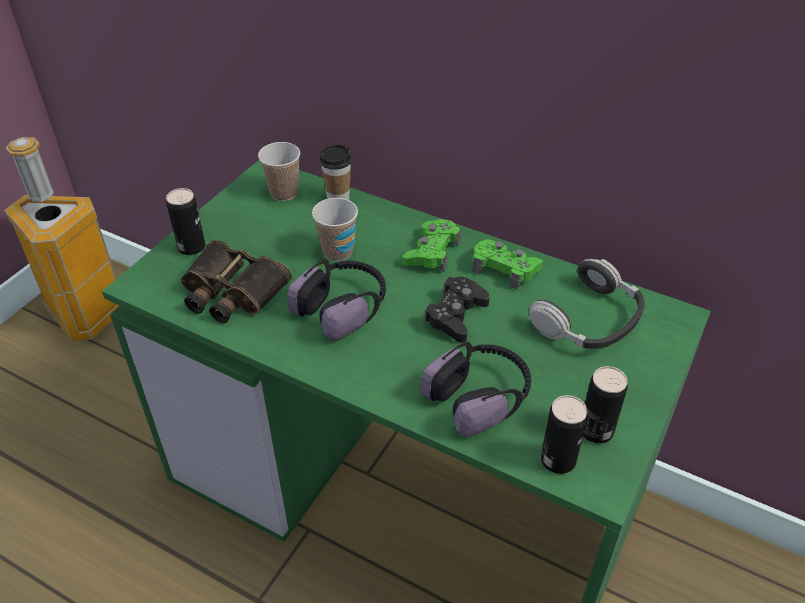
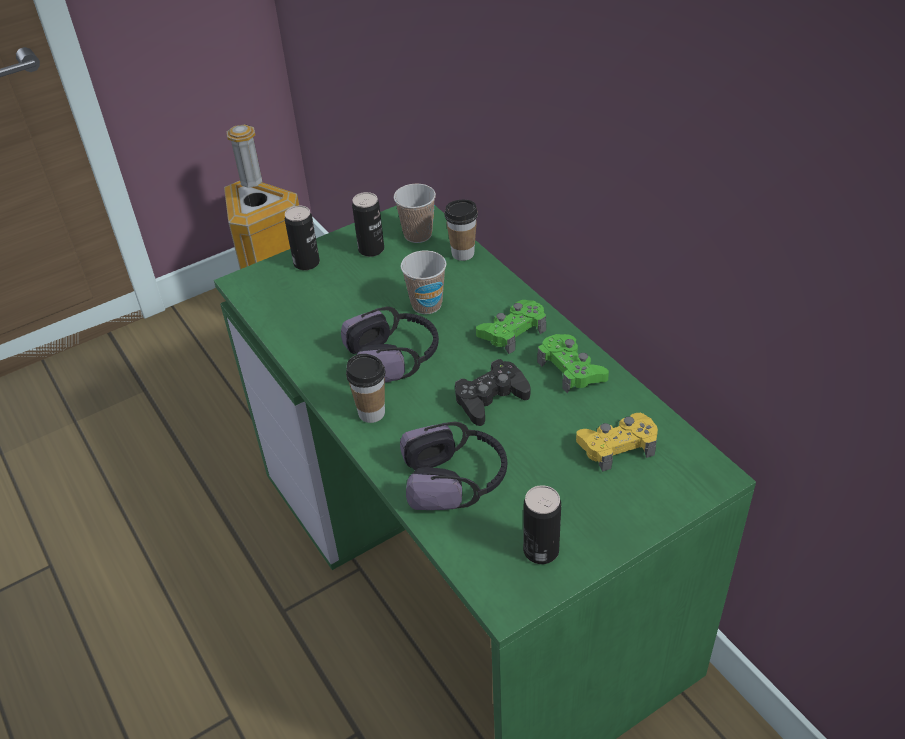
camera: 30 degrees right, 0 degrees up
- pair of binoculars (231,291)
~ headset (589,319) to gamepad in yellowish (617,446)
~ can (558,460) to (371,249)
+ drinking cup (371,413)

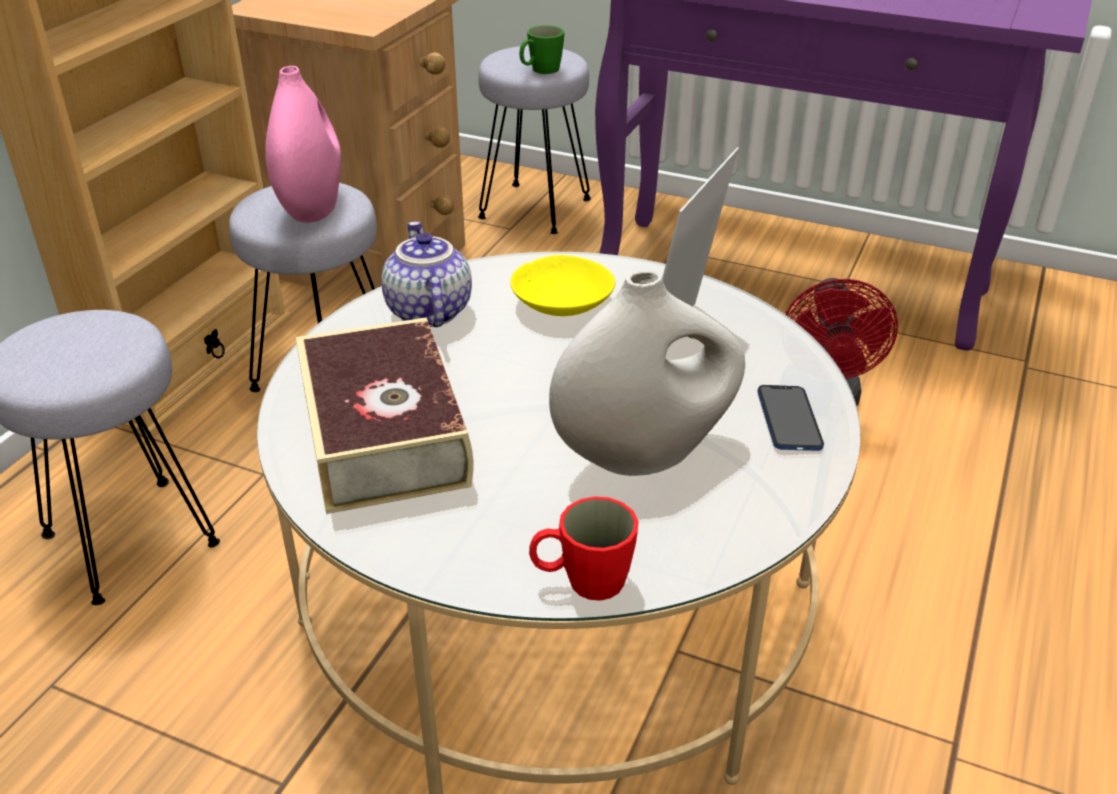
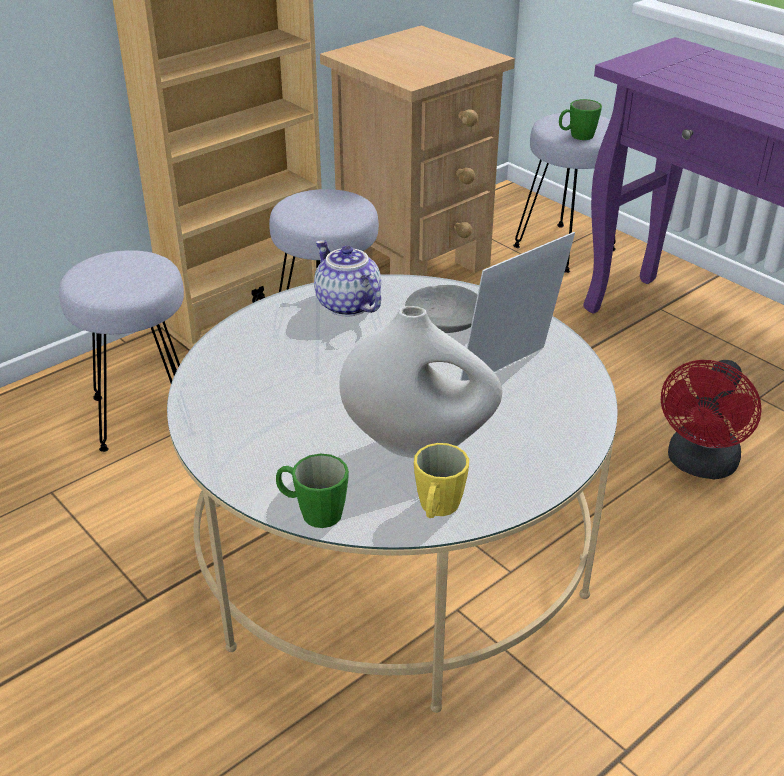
camera: 25 degrees right, 0 degrees up
- vase in pink-coloured (312,208)
- volume (384,434)
~ teapot (426,312) = (346,305) 45 degrees counterclockwise
~ serving bowl in yellowish (562,302) to serving bowl in grey (445,322)
~ mug in reddish (582,581) to mug in greenish (312,511)
- phone (789,420)
+ mug in yellowish (437,509)

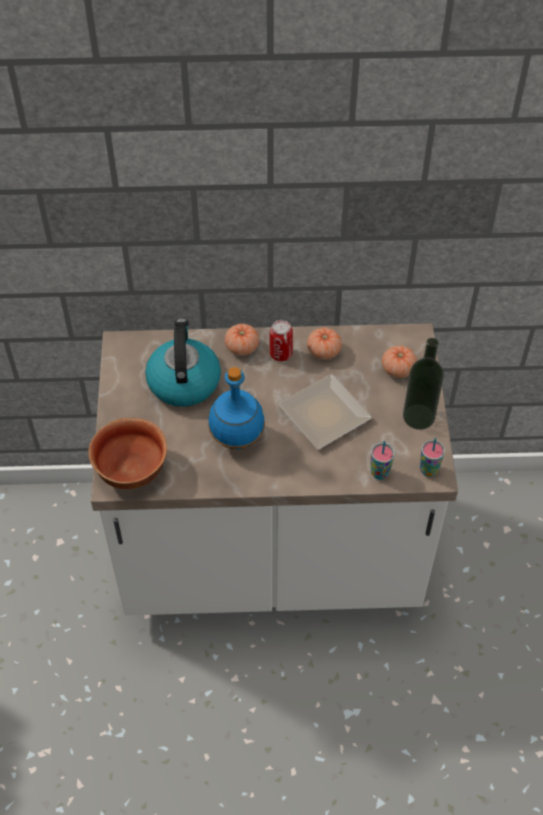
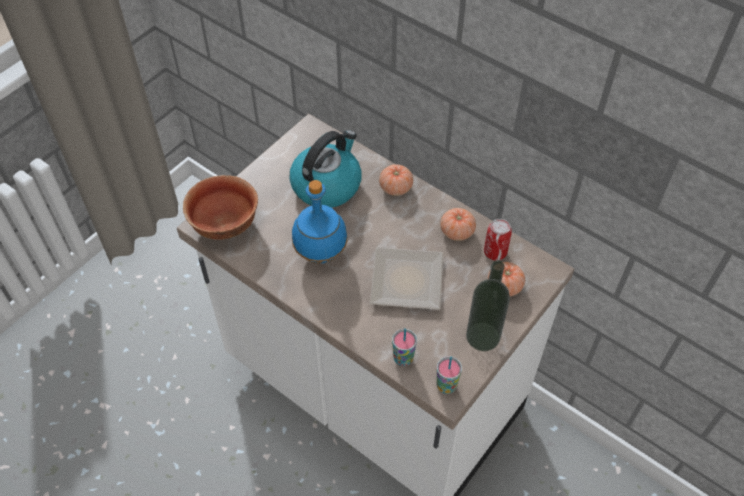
camera: 40 degrees right, 0 degrees up
~ can (281,353) to (495,252)

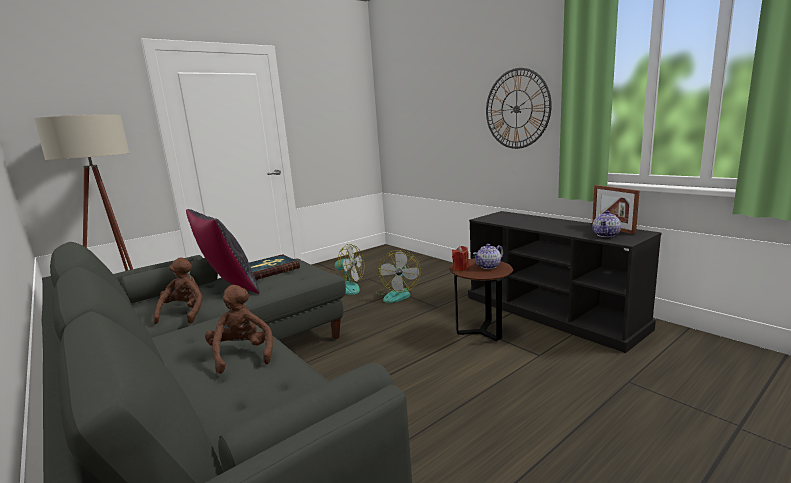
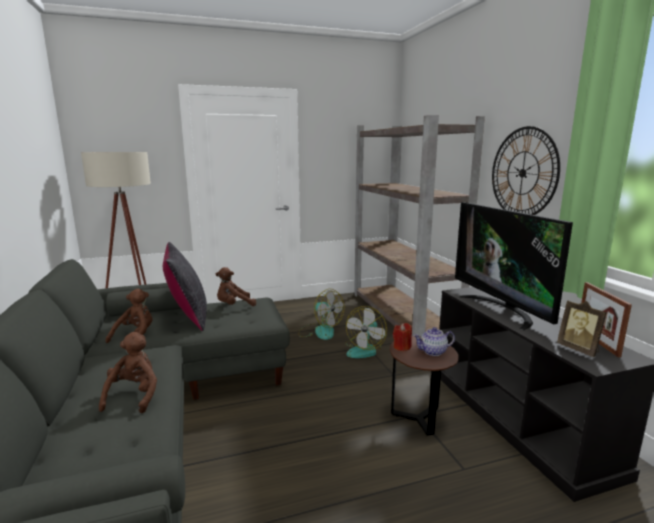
camera: 20 degrees right, 0 degrees up
~ volume (269,269) to soft toy in brownish (234,305)
~ teapot (606,235) to standing frame (579,349)
+ bookshelf in brownish (401,315)
+ TV (502,310)

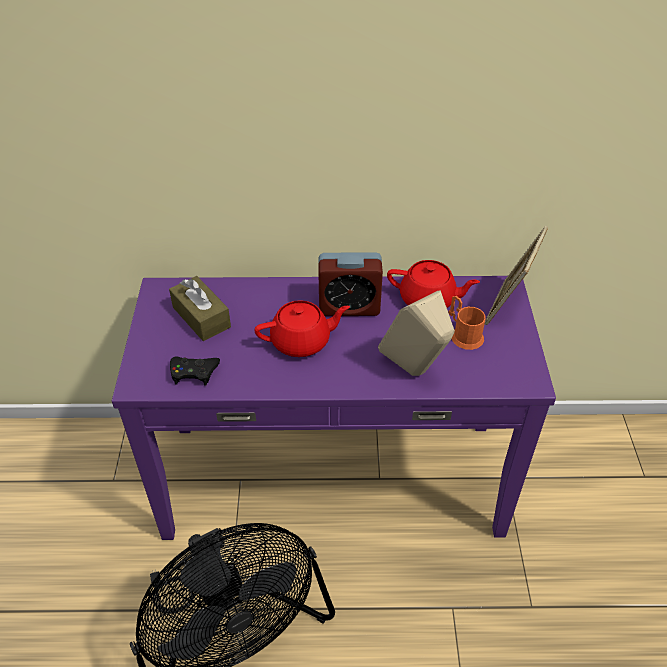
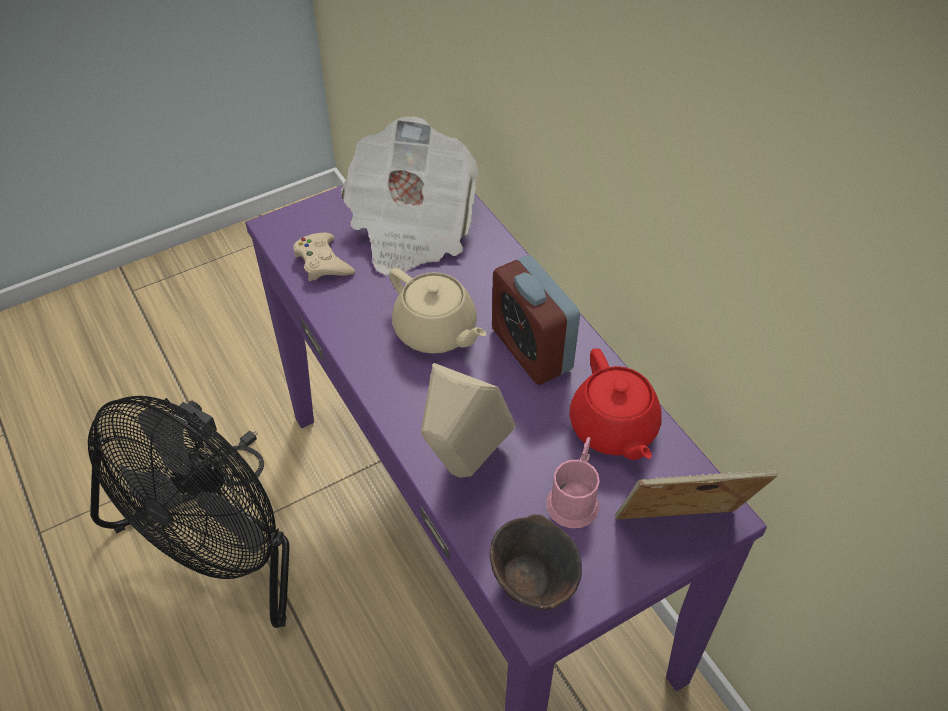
camera: 60 degrees right, 5 degrees up
~ tissue holder in brownish (201,317) to daily paper (410,226)
~ gamepad in black-coloured (193,372) to gamepad in sand-coloured (323,262)
~ teapot in reddish (302,341) to teapot in sand-coloured (436,331)
~ mug in orangey (463,334) to mug in pink-coloured (575,497)
+ serving bowl in brownish (532,580)

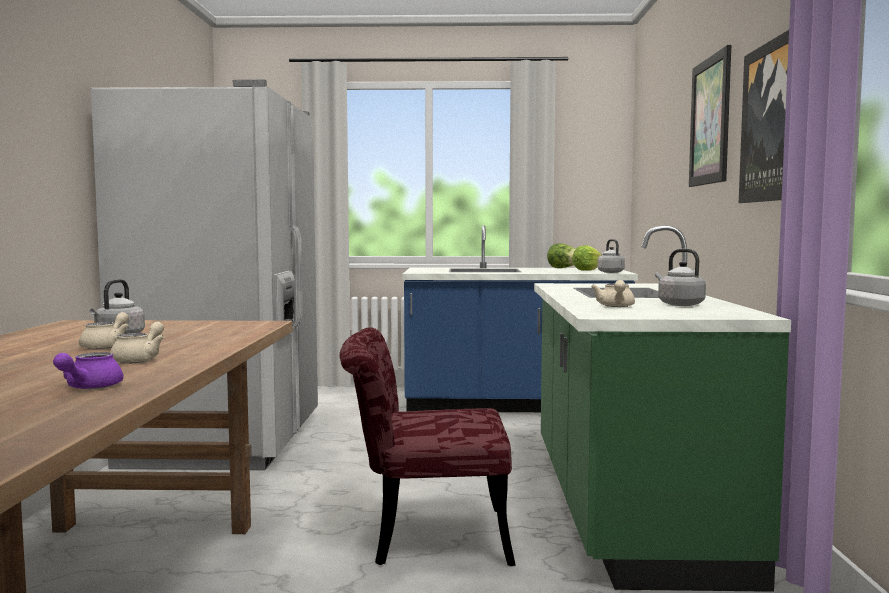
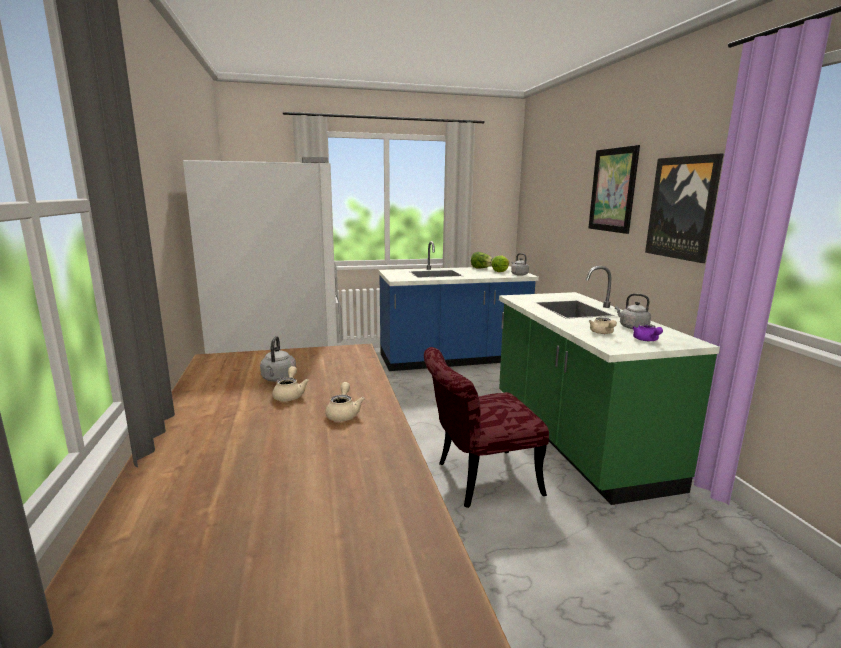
camera: 15 degrees left, 10 degrees up
~ teapot in purple-coloured (88,387) to (646,340)

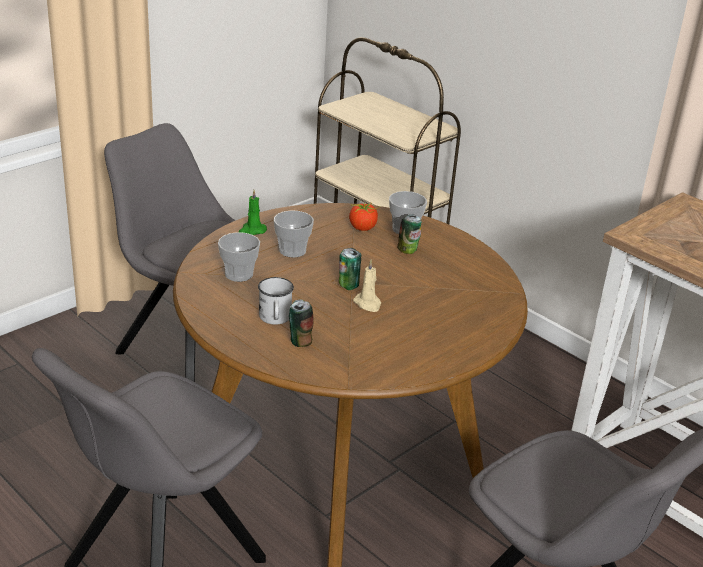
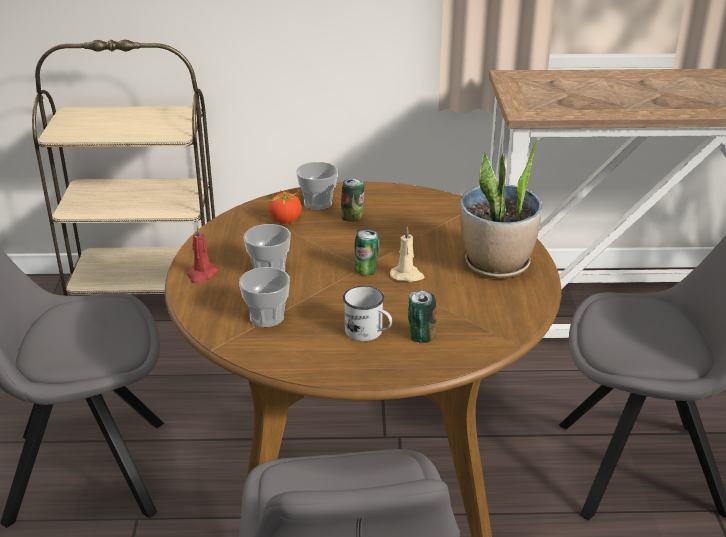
camera: 45 degrees left, 0 degrees up
~ wax light in greenish (252,230) to wax light in reddish (202,275)
+ houseplant (496,265)

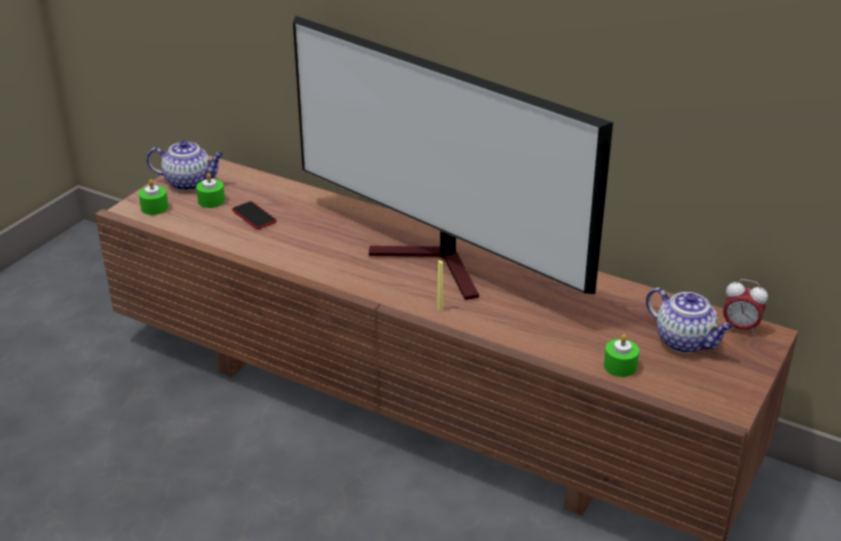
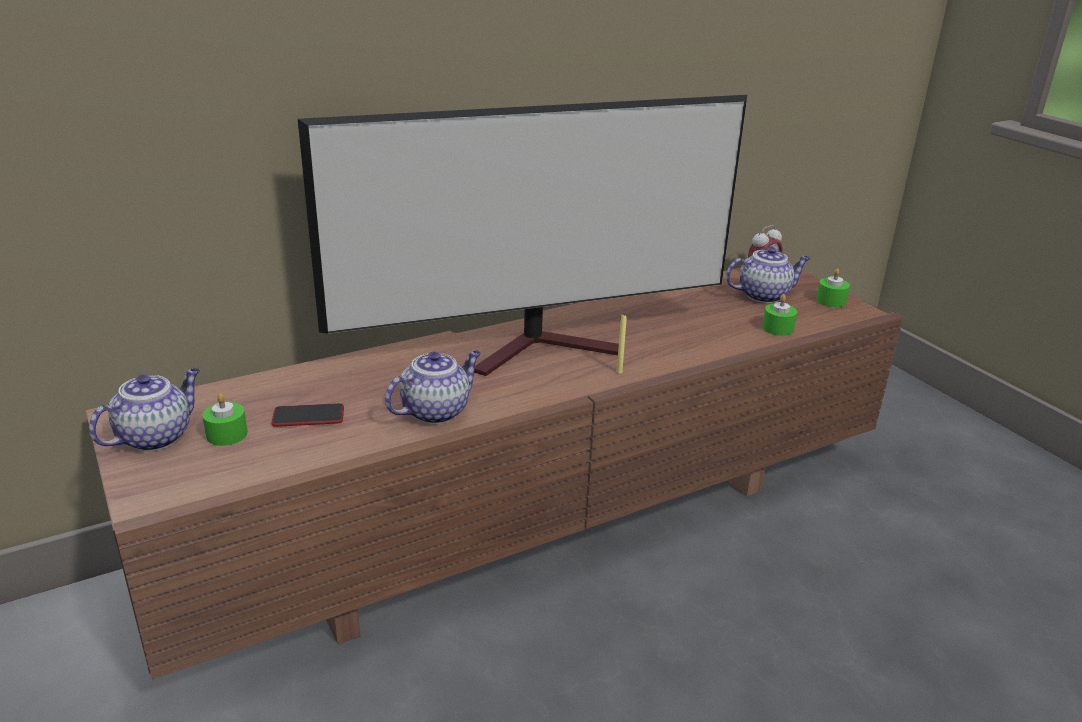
camera: 60 degrees left, 5 degrees down
~ wax light in greenish (154,207) to (831,301)
+ teapot (436,411)

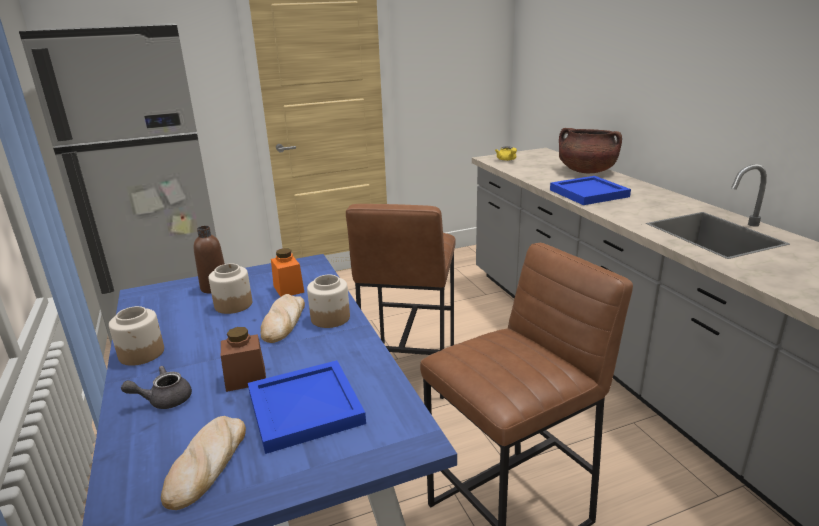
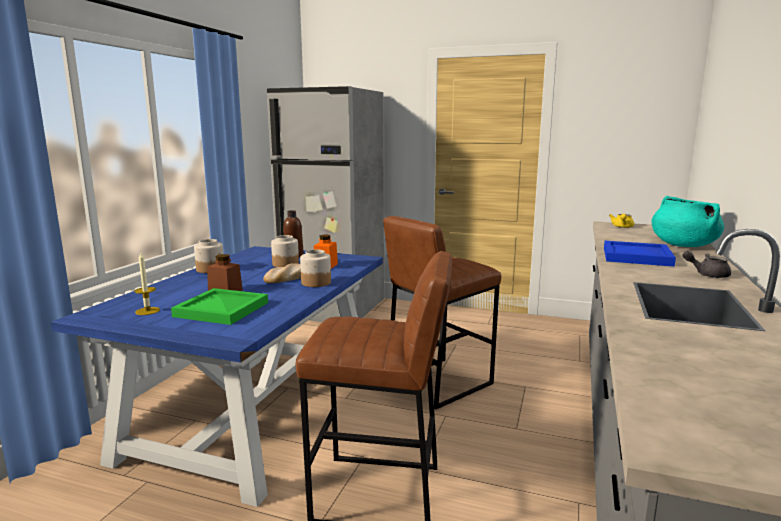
camera: 40 degrees right, 10 degrees down
~ teapot in grey (164,400) to (707,274)
~ baked bread (207,464) to wax light (147,311)
~ carrying tray in blue-coloured (304,409) to carrying tray in greenish (220,309)
~ saucepot in brownish (586,171) to saucepot in turquoise (683,245)

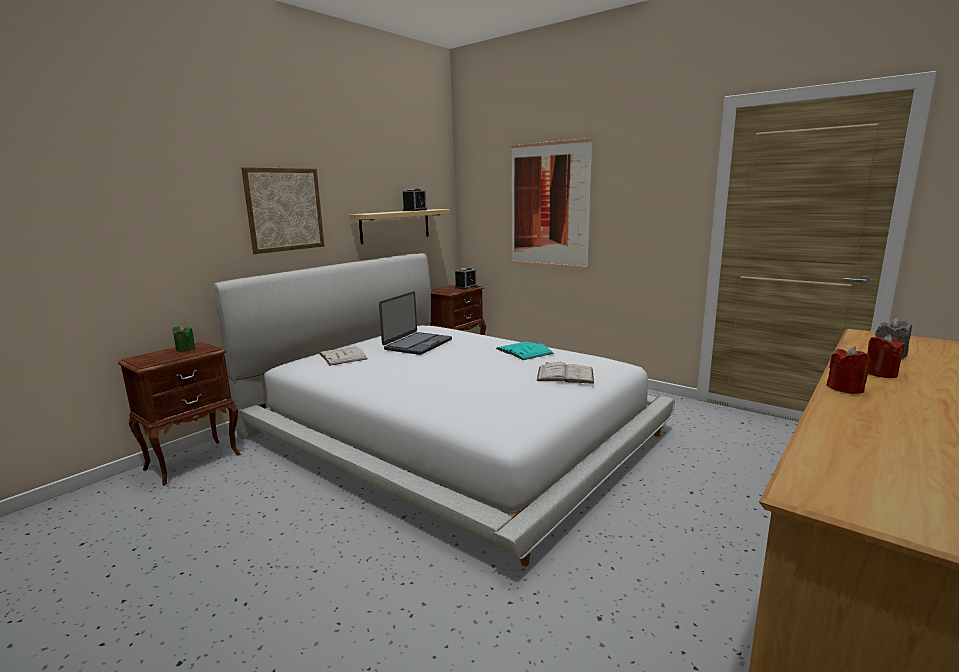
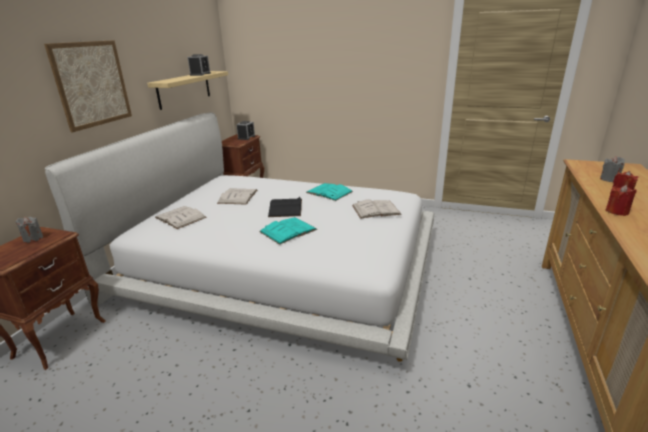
camera: 20 degrees left, 10 degrees up
~ wax light in greenish (185,349) to wax light in grey (33,238)
~ notebook computer (417,344) to volume in white (238,196)
- wall picture (549,205)
+ volume in turquoise (288,230)
+ volume in black-coloured (285,208)

